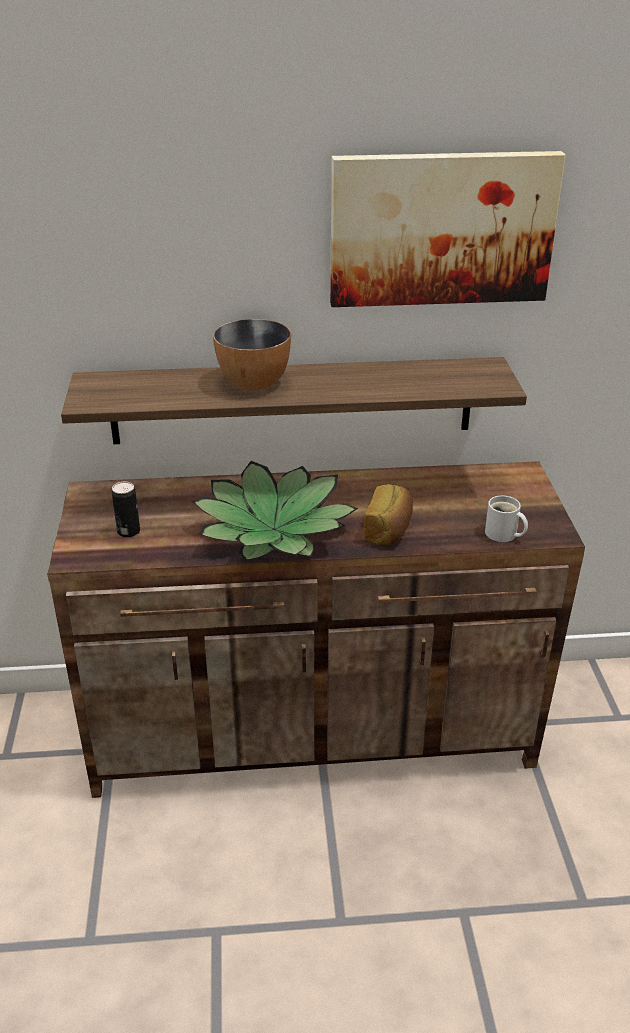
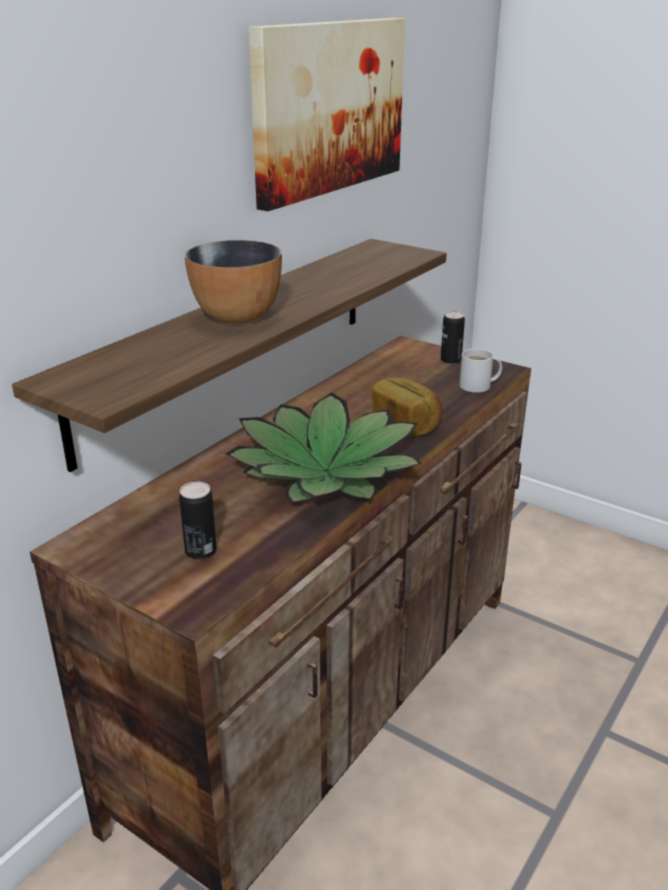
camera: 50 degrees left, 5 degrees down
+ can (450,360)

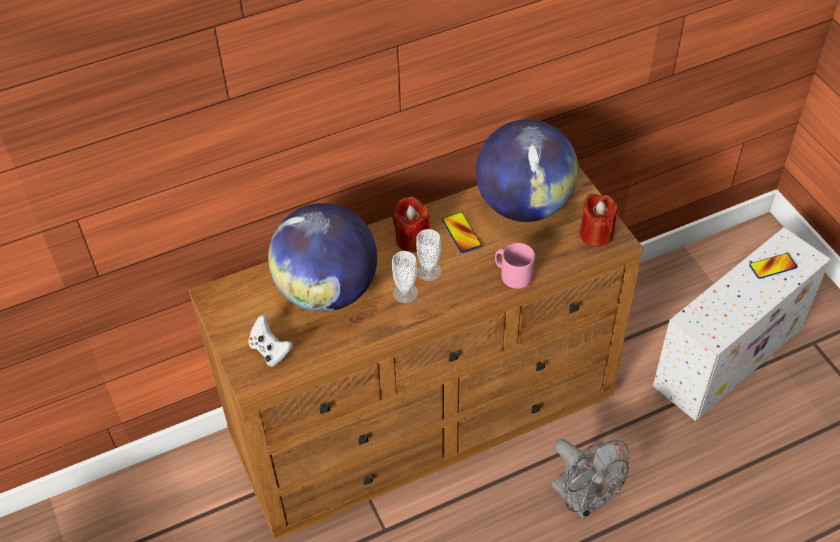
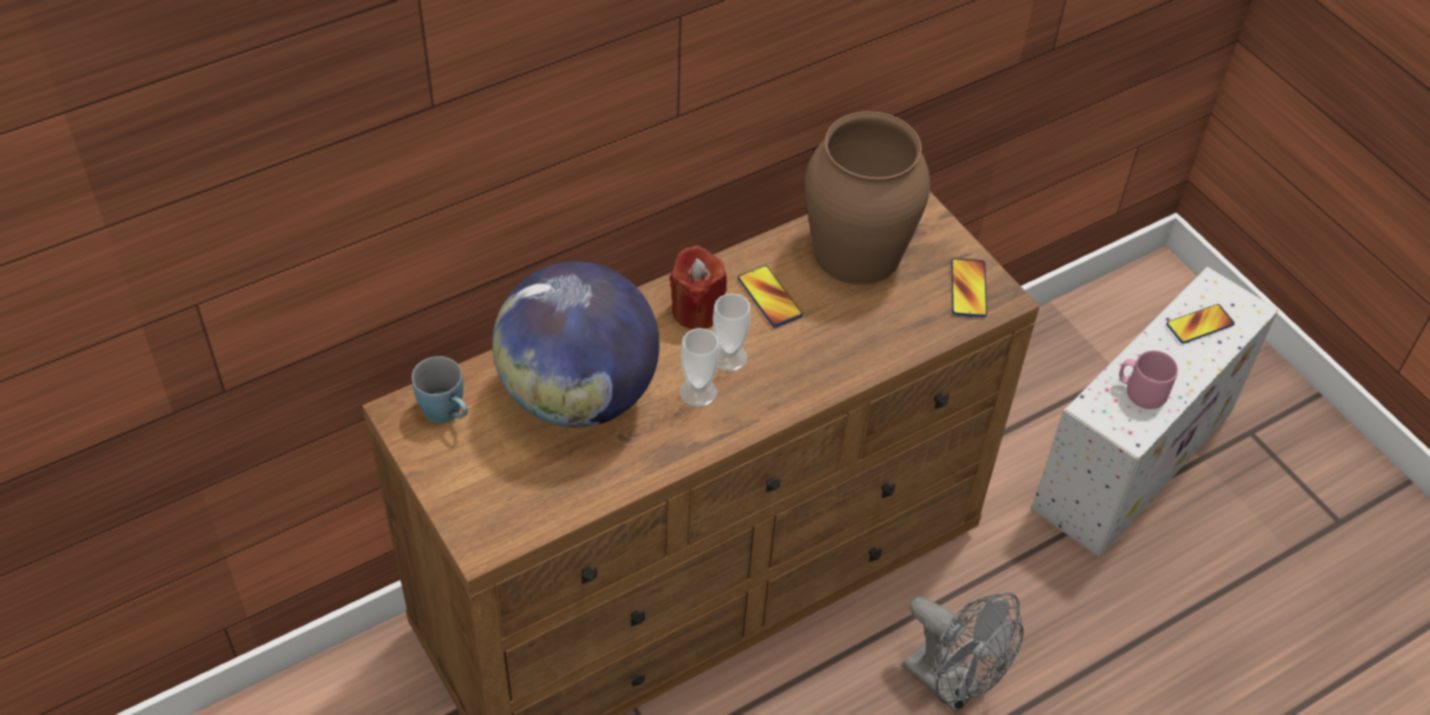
camera: 10 degrees left, 0 degrees up
- gamepad in white (270,351)
~ desk globe (524,205) to vase in brownish (856,251)
~ mug in pink-coloured (513,275) to (1141,391)
~ wax light in reddish (596,234) to phone (968,289)
+ mug in blue-coloured (448,414)

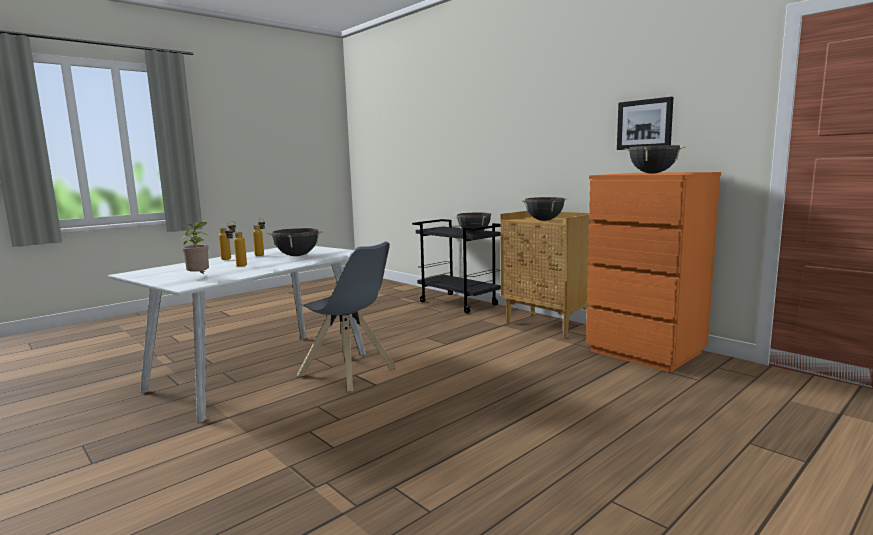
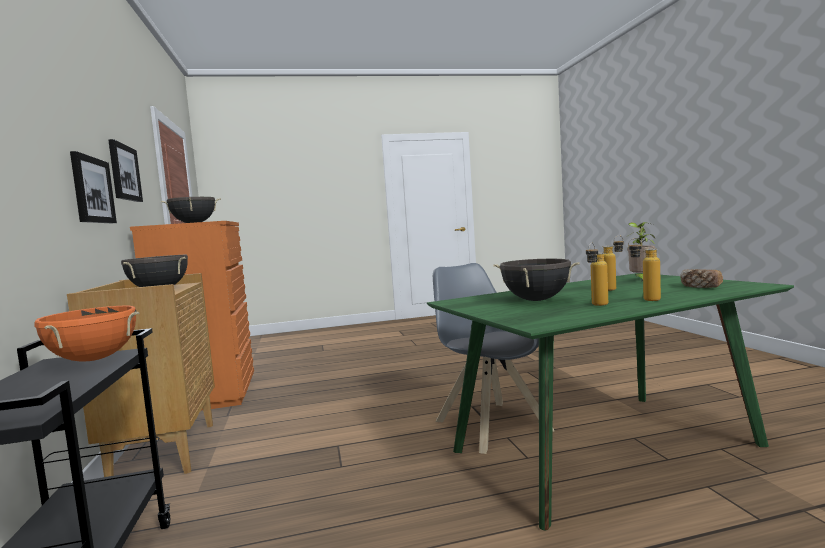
camera: 150 degrees left, 5 degrees down
~ dinner table in white (262,371) to dinner table in greenish (605,449)
~ saucepot in black-coloured (474,233) to saucepot in orangey (93,359)
+ wall picture (92,190)
+ baked bread (700,287)

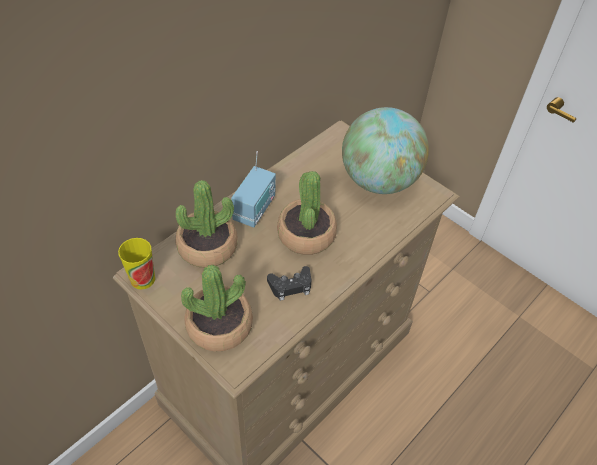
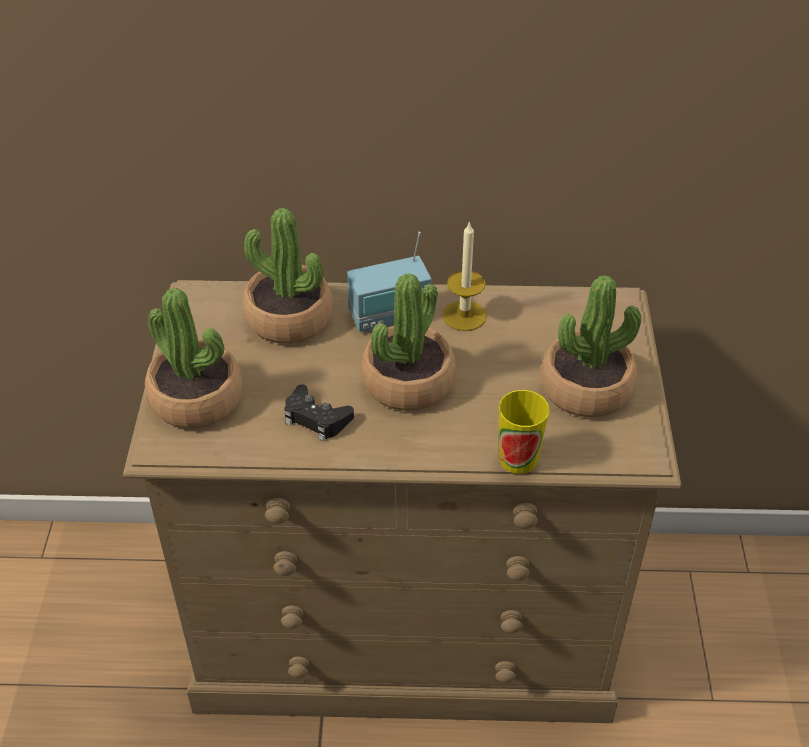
camera: 50 degrees right, 5 degrees down
~ drinking cup (142,279) to (518,458)
~ desk globe (378,181) to houseplant (586,388)
+ wax light (464,315)

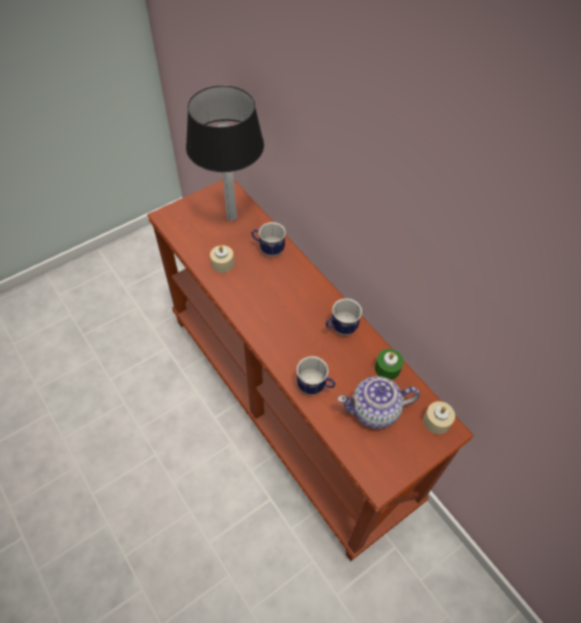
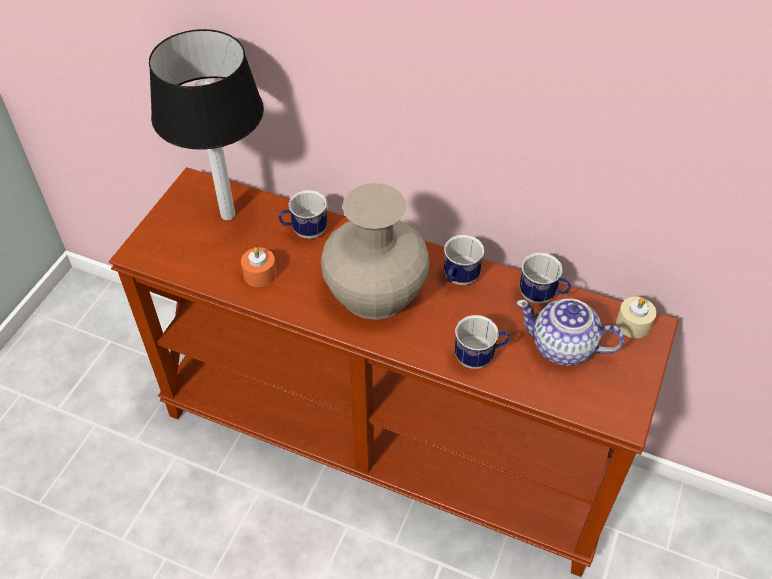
camera: 30 degrees left, 5 degrees down
~ wax light in sand-coloured (222,263) to wax light in orangey (260,274)
~ teapot (375,411) = (563,347) 60 degrees clockwise
~ wax light in greenish (387,368) to mug (542,296)
+ vase in sand-coloured (375,291)

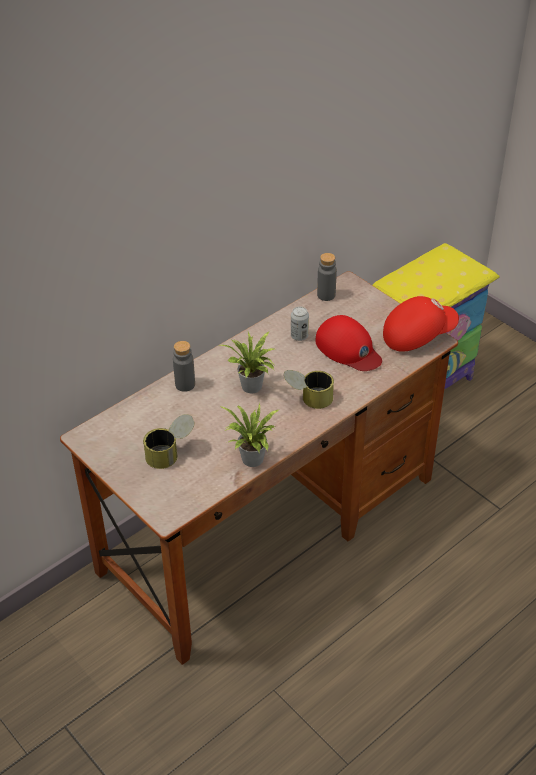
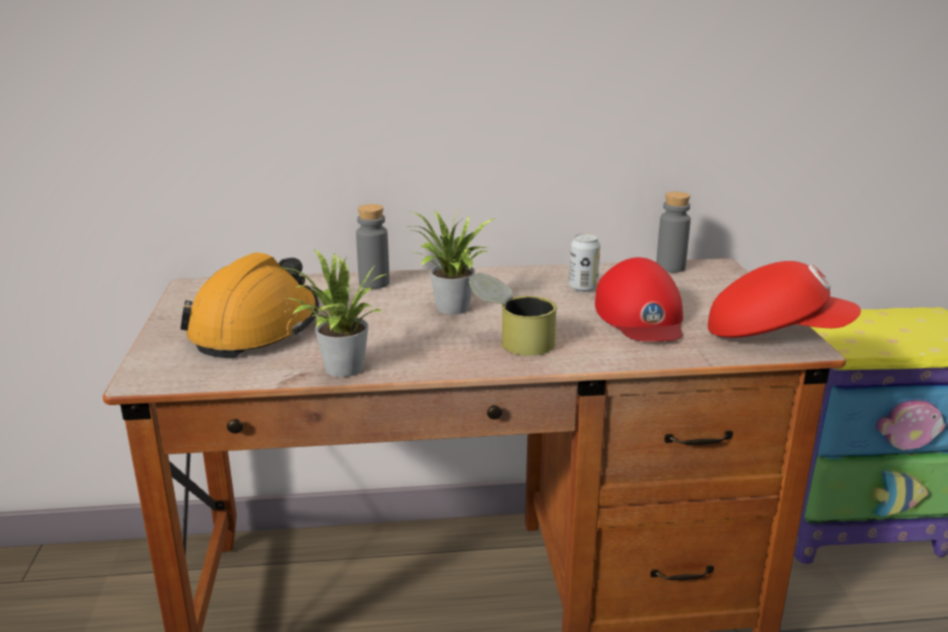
camera: 35 degrees right, 20 degrees down
~ can (171,453) to safety helmet in orangey (256,328)

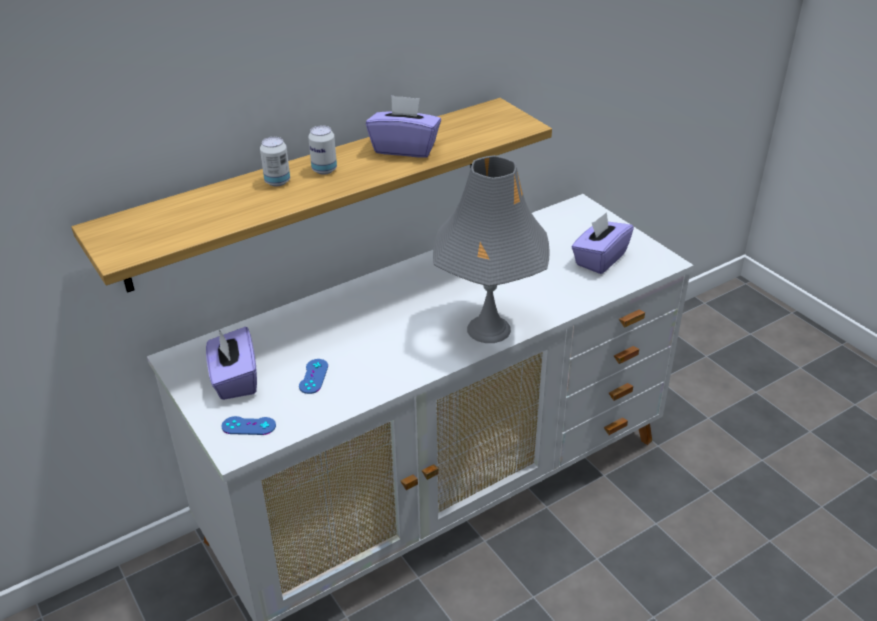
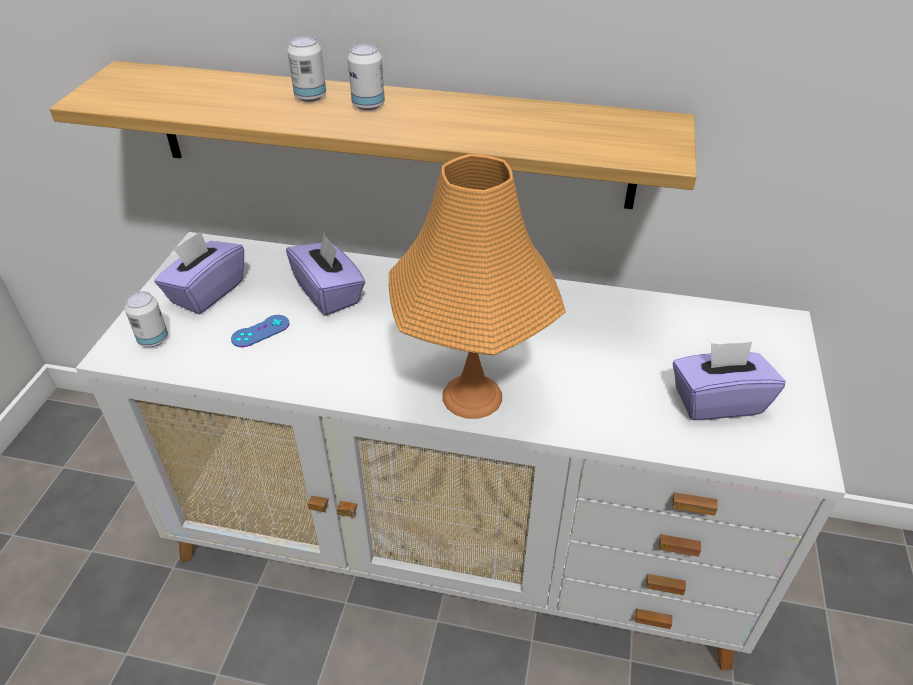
camera: 45 degrees right, 5 degrees up
~ gamepad in blue-coloured (248,426) to can (153,339)
~ tissue holder in purple-coloured (405,148) to (329,293)
~ tabletop lamp in grey (488,329) to tabletop lamp in orangey (471,396)

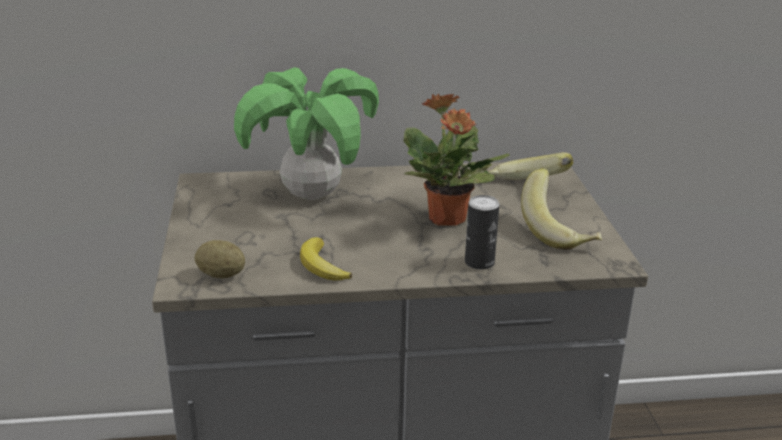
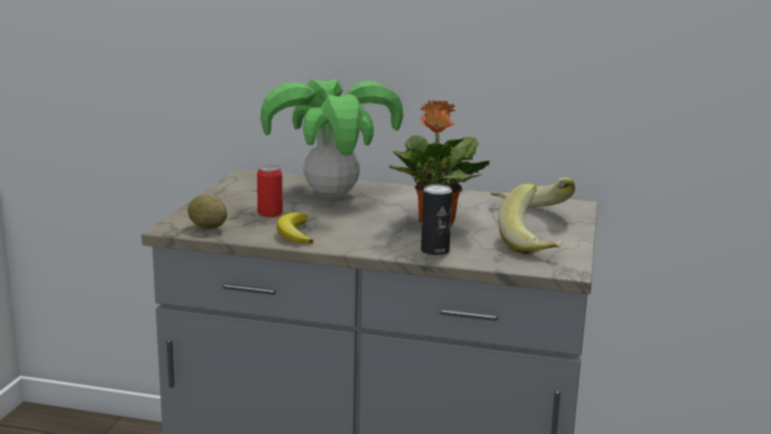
camera: 20 degrees right, 10 degrees down
+ can (270,213)

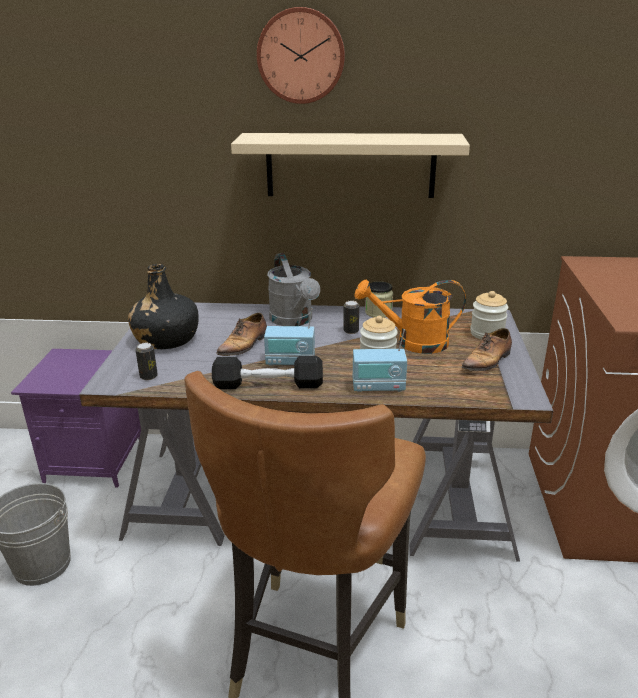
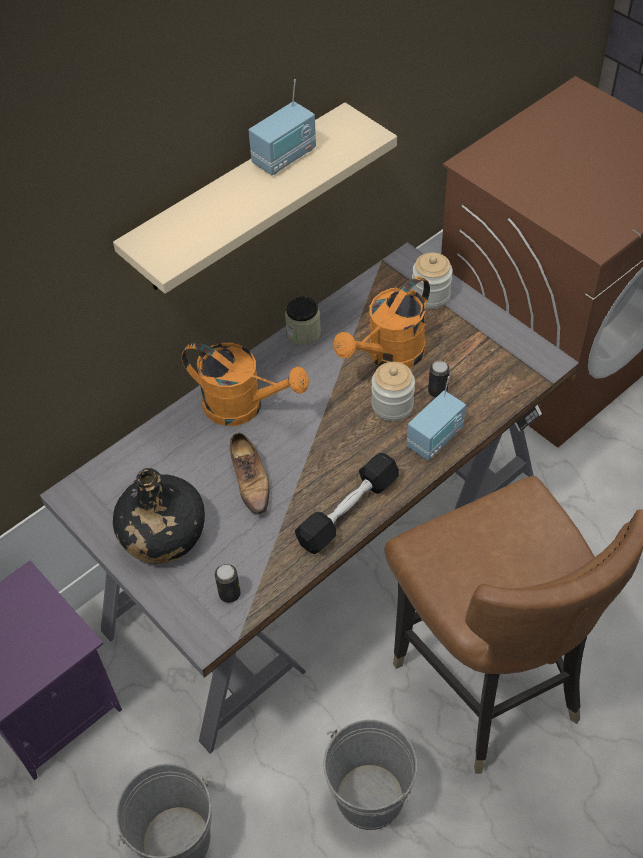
camera: 45 degrees left, 25 degrees up
- clock on the wall (301,56)
~ radio (290,362) to (284,157)
~ sprinkling can in grey (294,321) to sprinkling can in orangey (243,406)
~ can (351,331) to (437,391)
- shoe (487,361)
+ water bucket in grey (369,796)

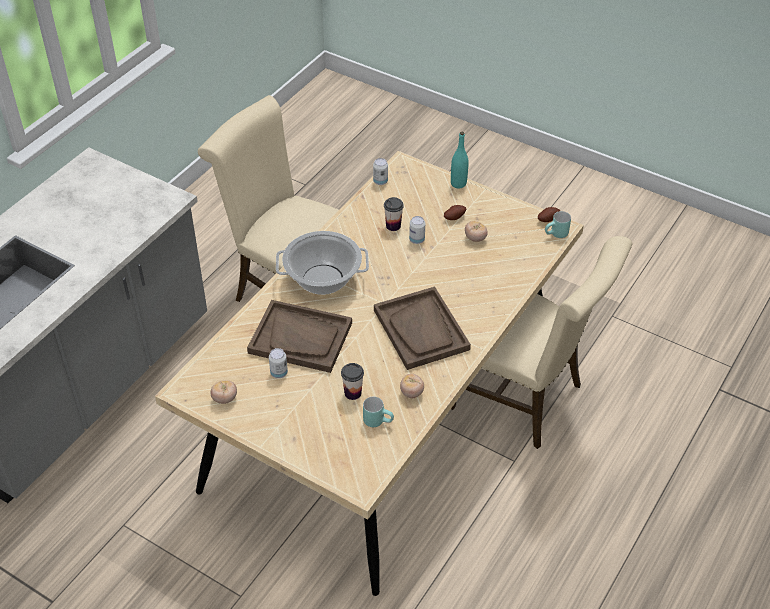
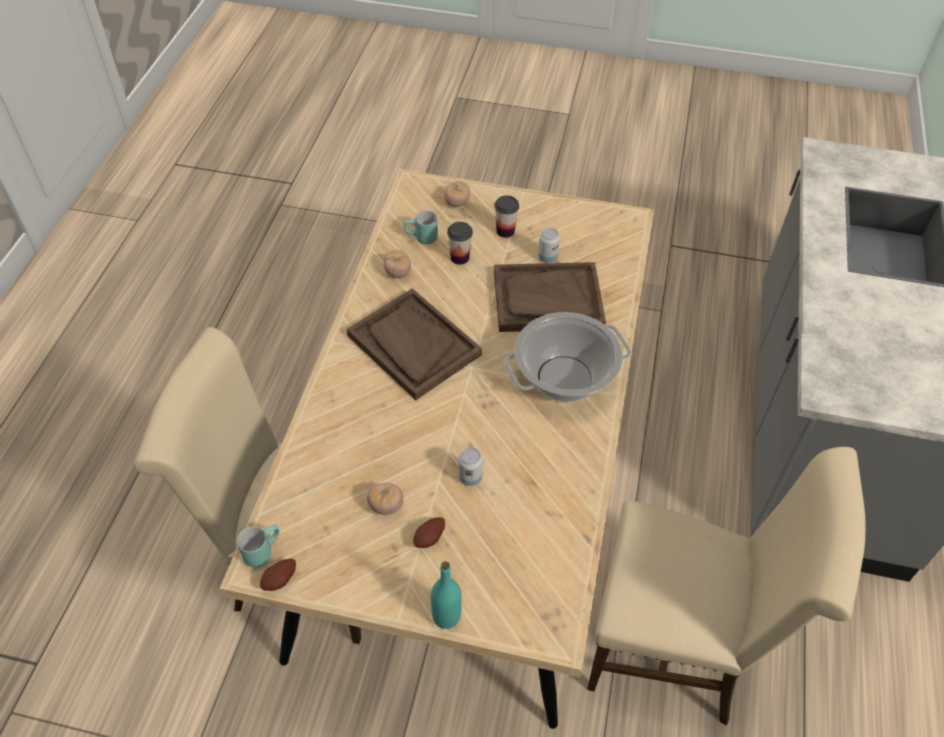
camera: 160 degrees right, 5 degrees up
~ fresh tomato (225,399) to (456,203)
- can (380,181)
~ drinking cup (393,226) to (505,231)

